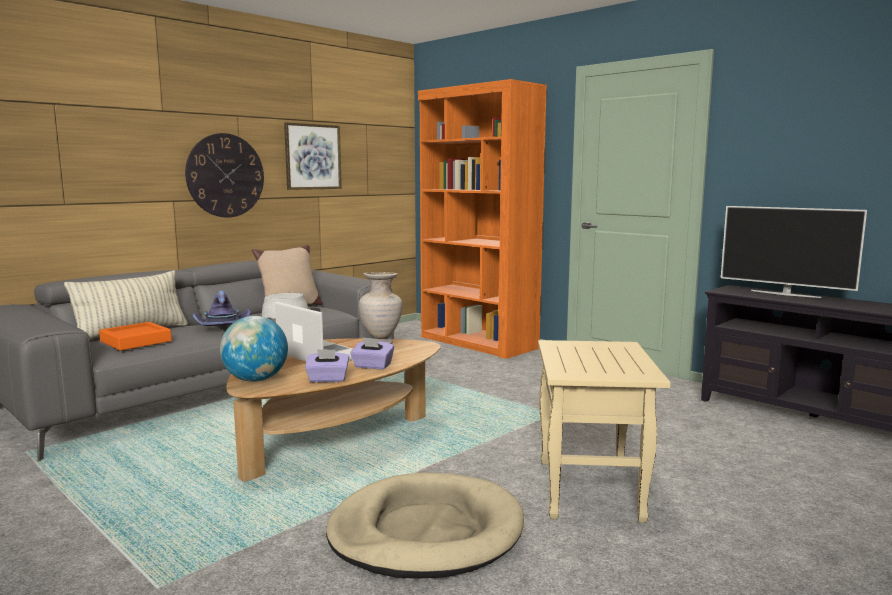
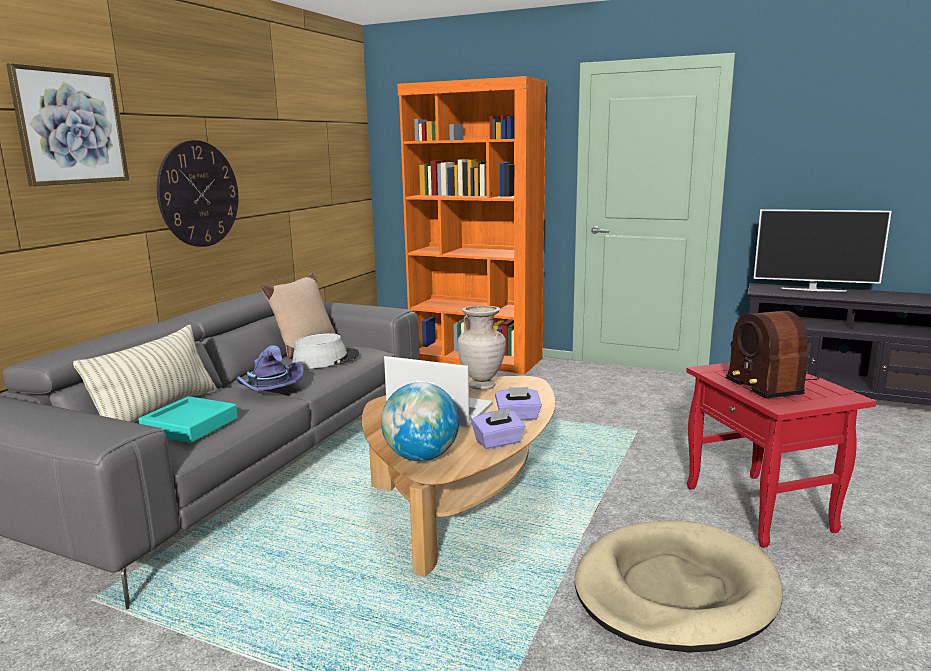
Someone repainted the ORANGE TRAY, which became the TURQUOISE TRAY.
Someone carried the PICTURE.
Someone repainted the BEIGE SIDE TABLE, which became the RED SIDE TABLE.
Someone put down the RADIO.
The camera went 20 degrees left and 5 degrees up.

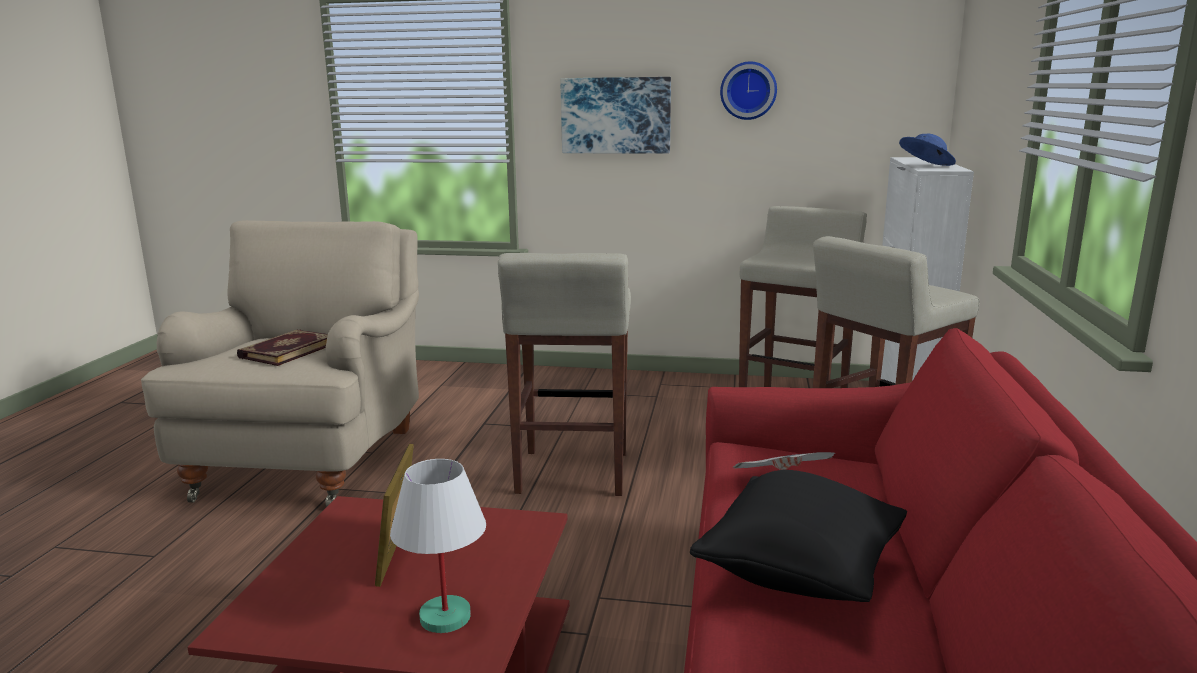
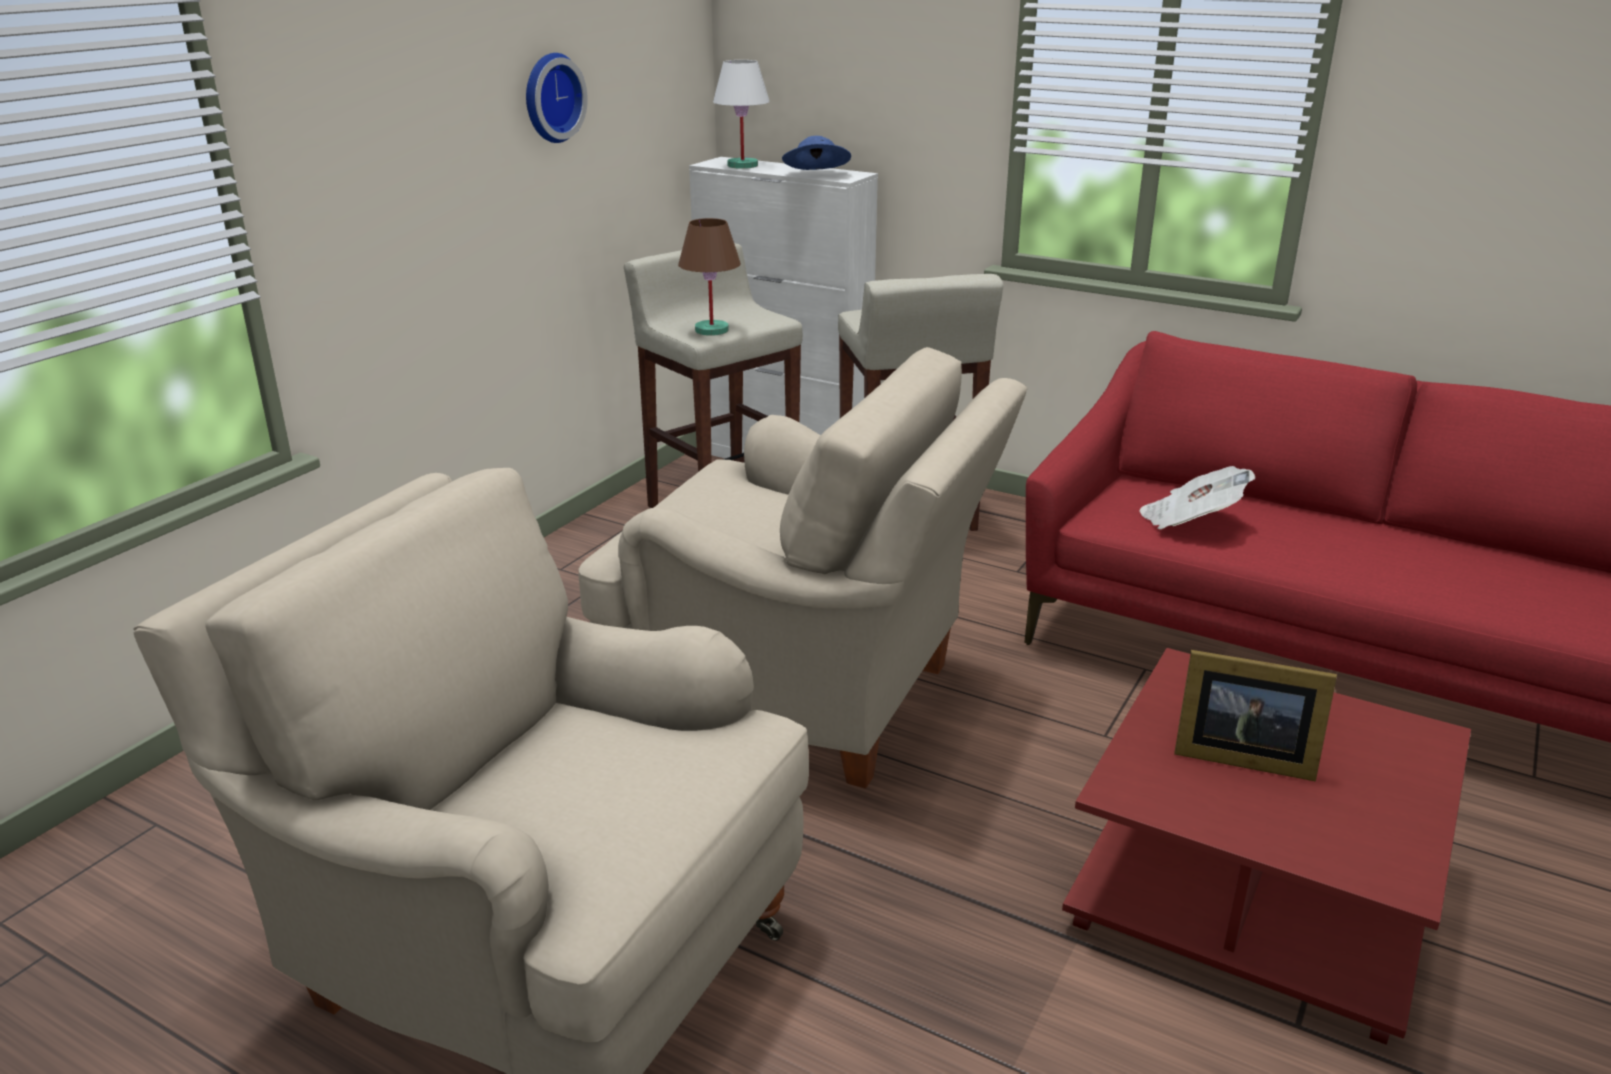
Someone took away the BOOK.
Someone carried the WHITE TABLE LAMP.
Someone swapped the BEIGE STOOL (1st from left) for the BEIGE ARMCHAIR (2nd from left).
Someone took away the PICTURE.
Someone took away the BLACK PILLOW.
Someone put down the BROWN TABLE LAMP.
The camera went 70 degrees left and 10 degrees up.

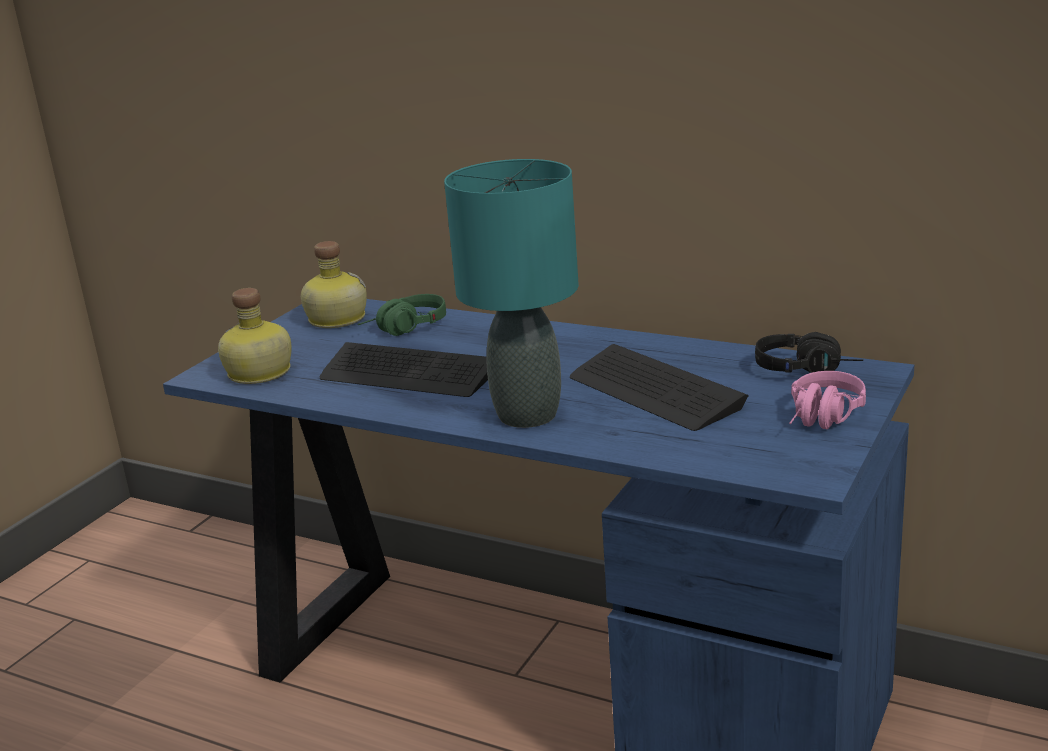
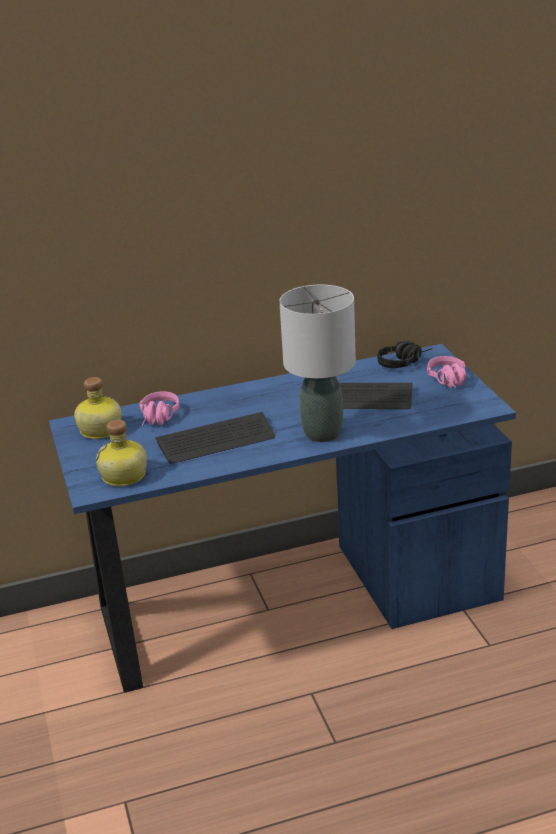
Someone repainted the GREEN HEADPHONES, which became the PINK HEADPHONES (1st from left).
Someone repainted the TURQUOISE TABLE LAMP, which became the GREY TABLE LAMP.
The camera went 45 degrees left and 5 degrees up.

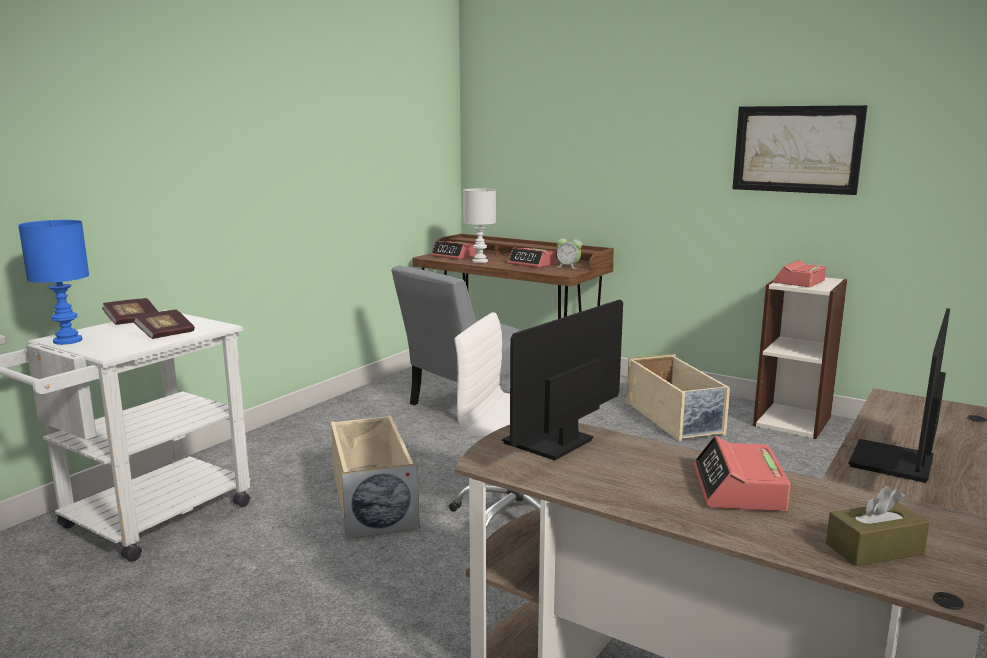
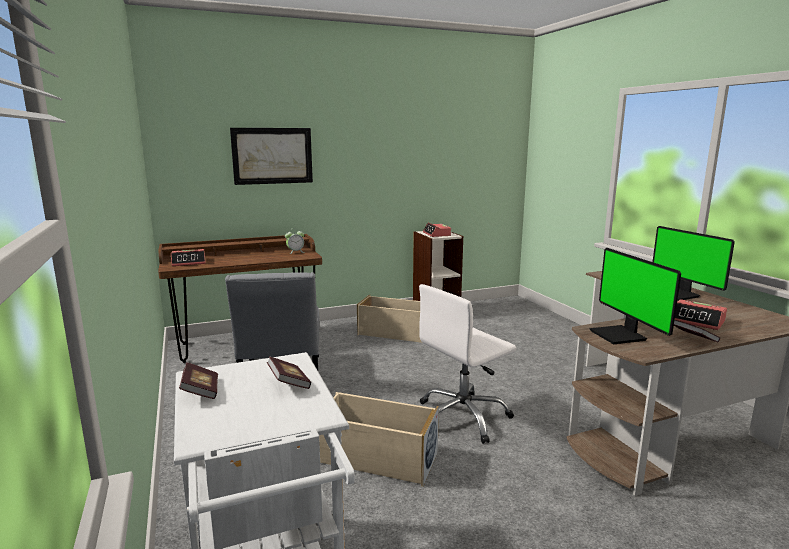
Someone took away the BLUE TABLE LAMP.
Someone took away the WHITE TABLE LAMP.
Someone took away the ALARM CLOCK (2nd from left).
Someone carried the PICTURE.
Someone took away the BROWN TISSUE BOX.
Someone put down the BOOK (3rd from left).
The camera went 55 degrees left and 0 degrees up.

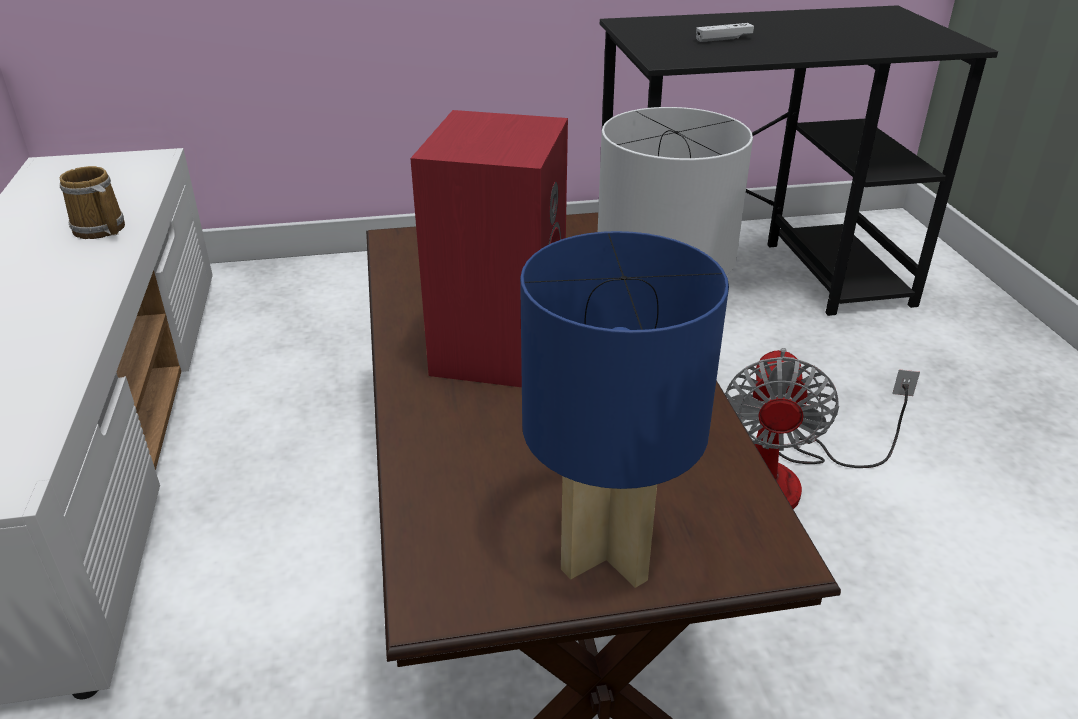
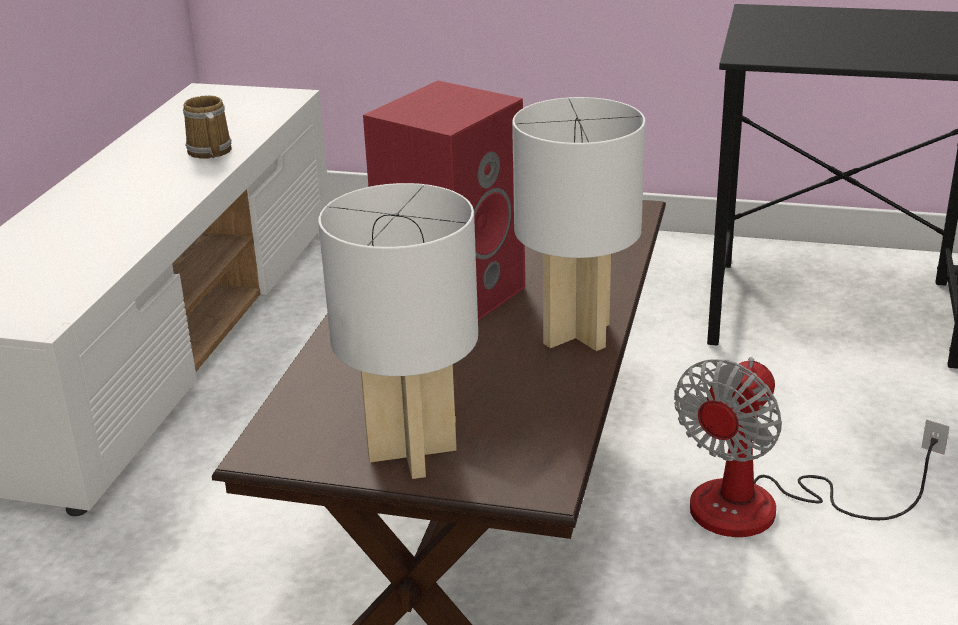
Someone repainted the BLUE TABLE LAMP, which became the WHITE TABLE LAMP (1st from left).
Someone took away the WHITE GAME CONTROLLER.
The camera went 25 degrees right and 5 degrees down.

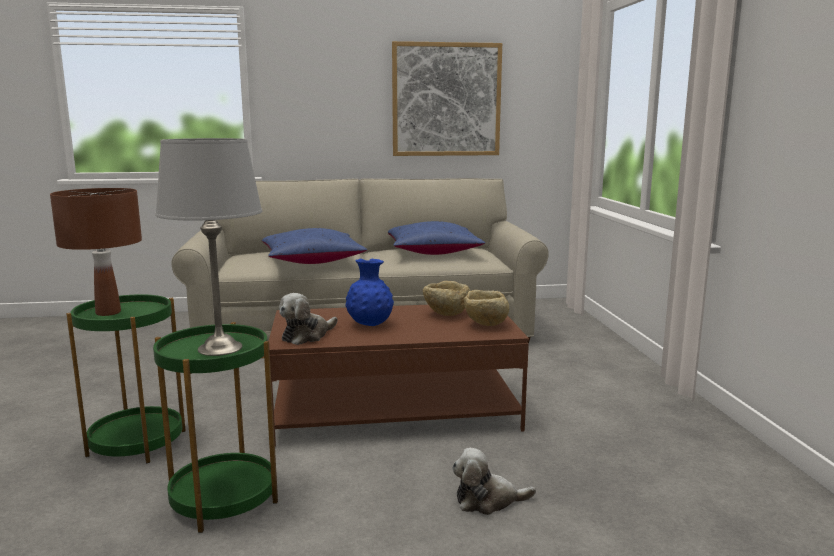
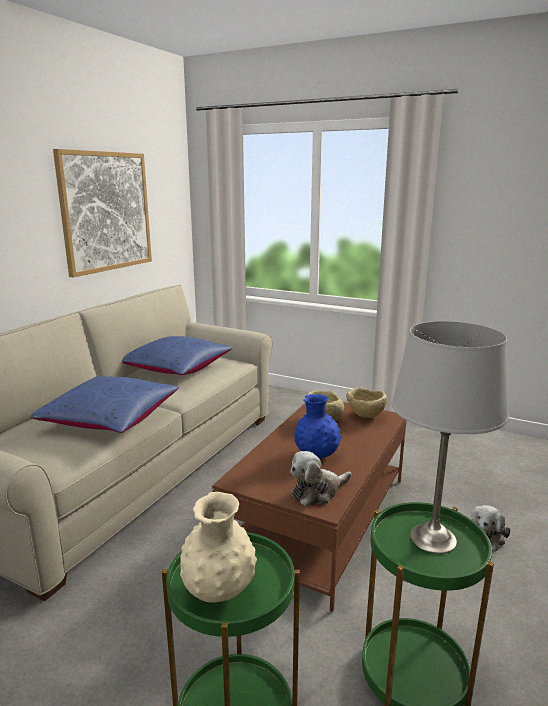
Someone swapped the BROWN TABLE LAMP for the BEIGE VASE.
Someone rotated the PLUSH TOY (1st from left) by 75 degrees clockwise.
The camera went 55 degrees left and 5 degrees up.

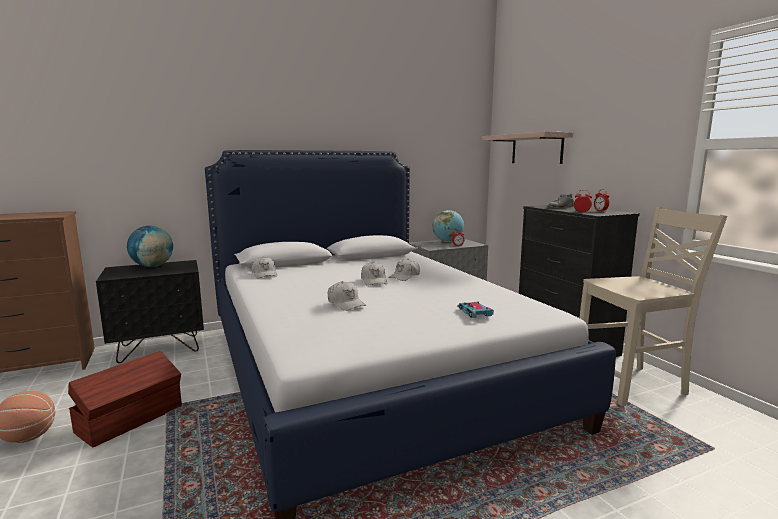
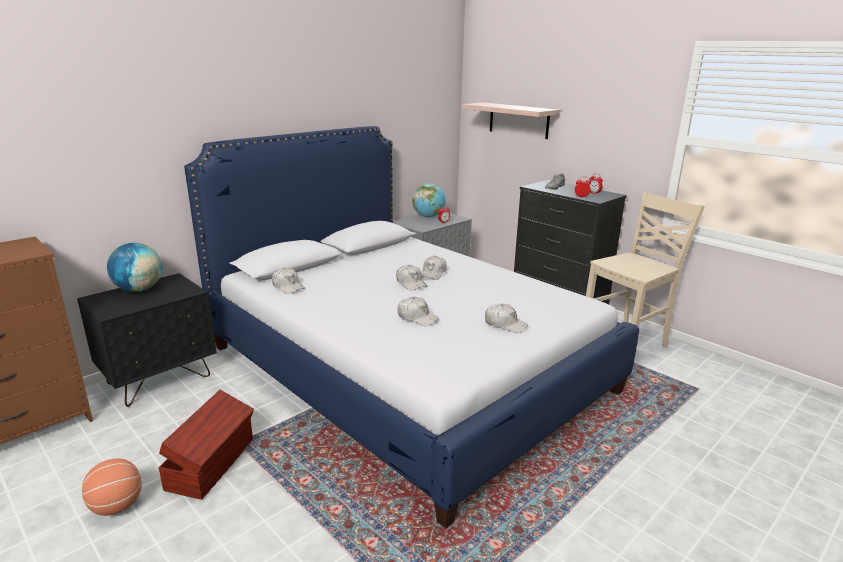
Someone took away the TOY CAR.
Someone put down the WHITE CAP (5th from left).
The camera went 20 degrees left and 10 degrees up.

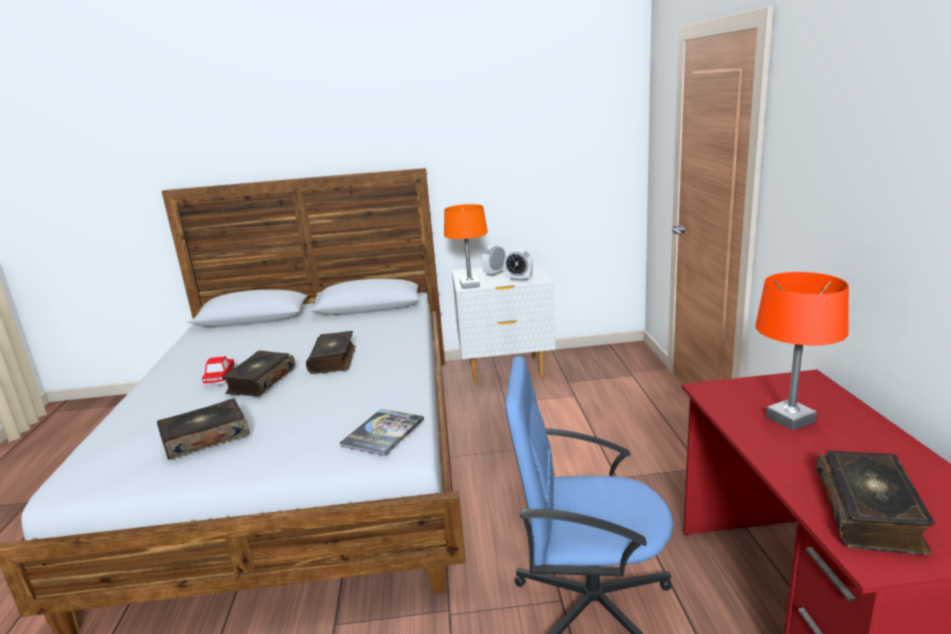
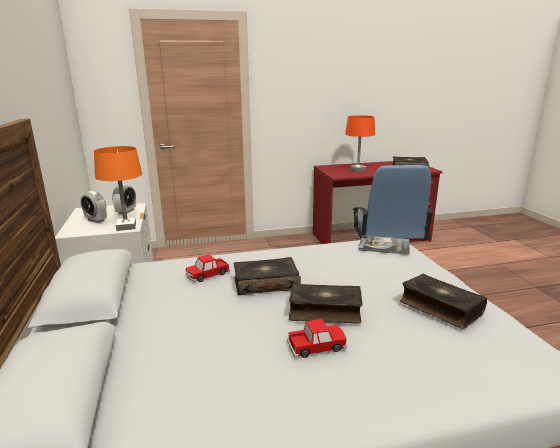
Someone put down the TOY CAR (1st from left).
The camera went 100 degrees left and 0 degrees up.

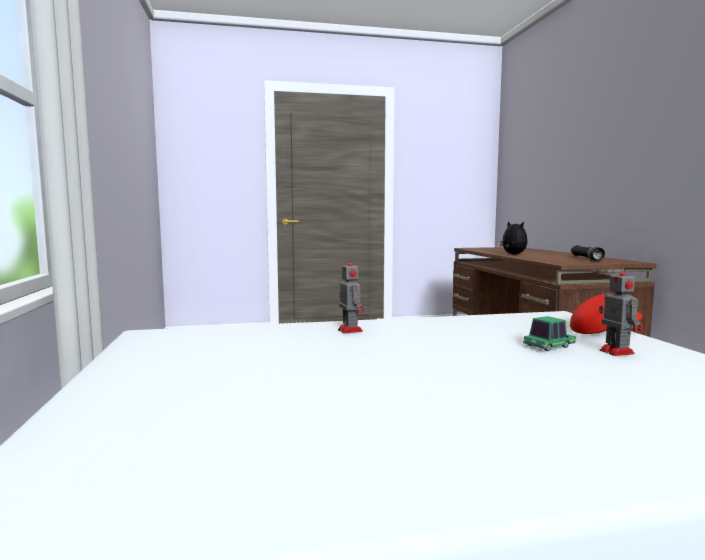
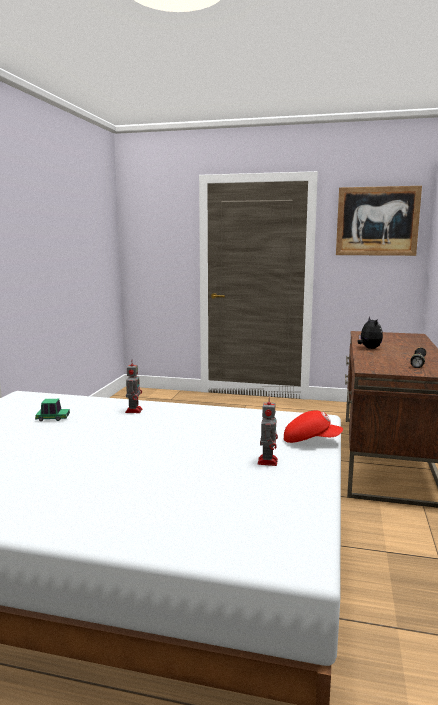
Someone carried the TOY CAR.
Someone put up the PICTURE.
The camera went 25 degrees right and 5 degrees up.

